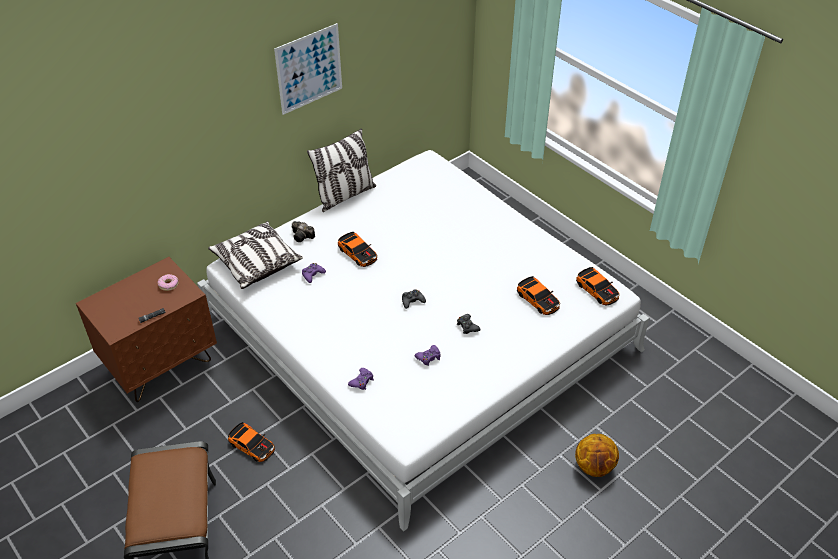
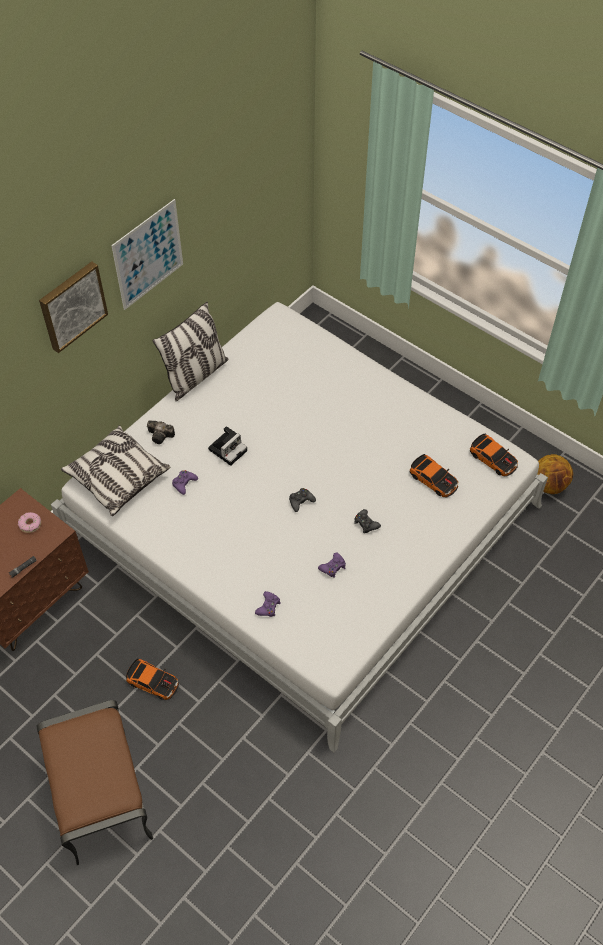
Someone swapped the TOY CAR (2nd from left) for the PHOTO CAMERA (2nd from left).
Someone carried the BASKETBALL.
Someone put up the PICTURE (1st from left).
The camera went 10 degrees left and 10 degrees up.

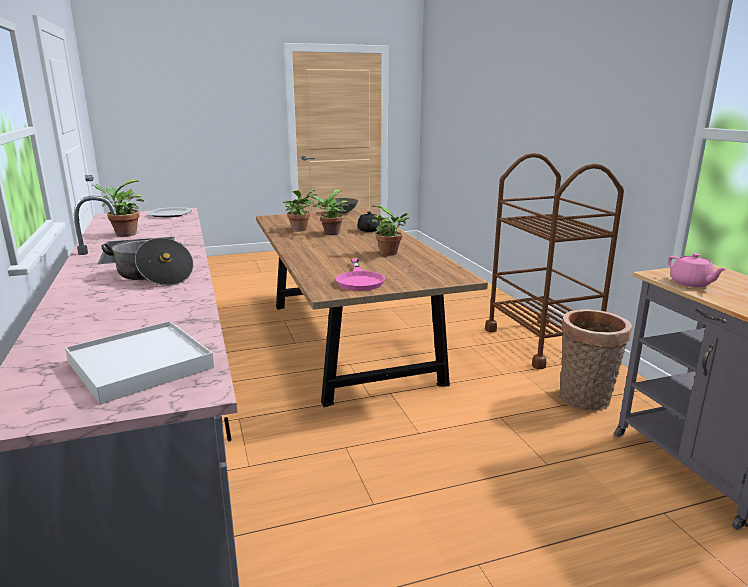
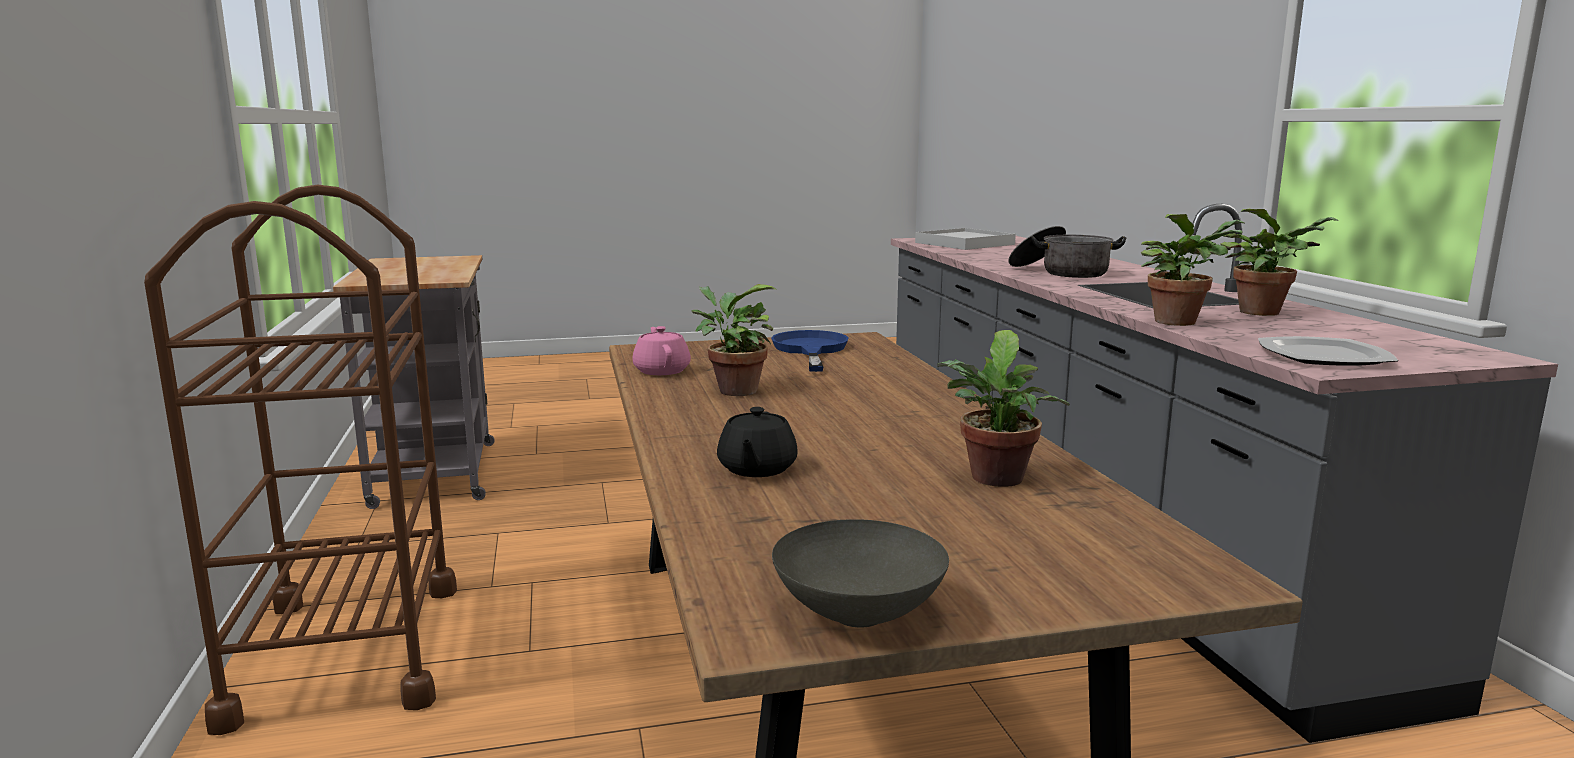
Someone carried the POTTED PLANT (3rd from left).
Someone repainted the PINK FRYING PAN, which became the BLUE FRYING PAN.
Someone took away the BASKET.
Someone carried the PINK TEAPOT.
The camera went 175 degrees left and 5 degrees down.

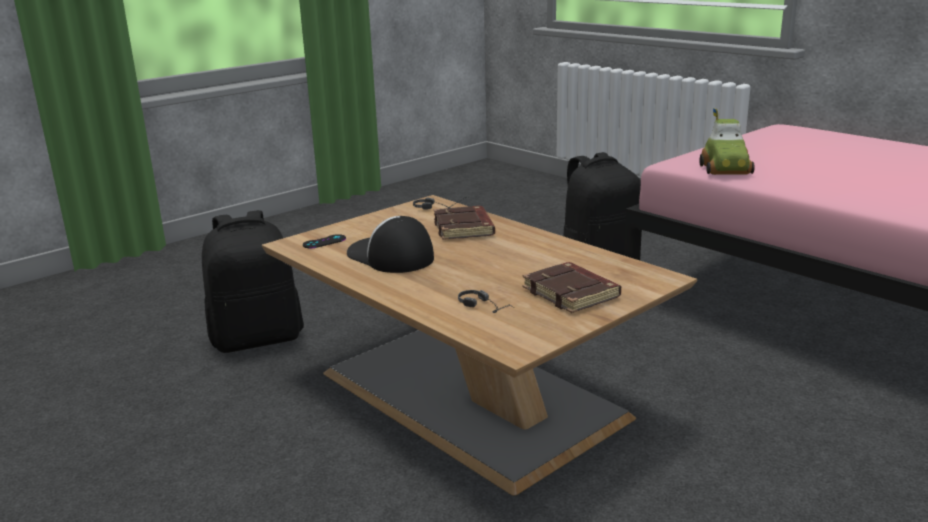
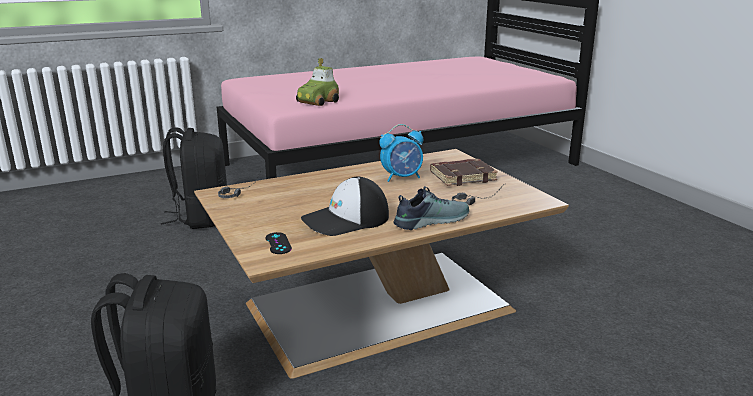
Someone took away the BROWN BOOK (1st from left).
Someone rotated the TOY CAR by 105 degrees clockwise.
Someone put down the ALARM CLOCK.
Someone put down the SHOE.
The camera went 75 degrees left and 0 degrees up.

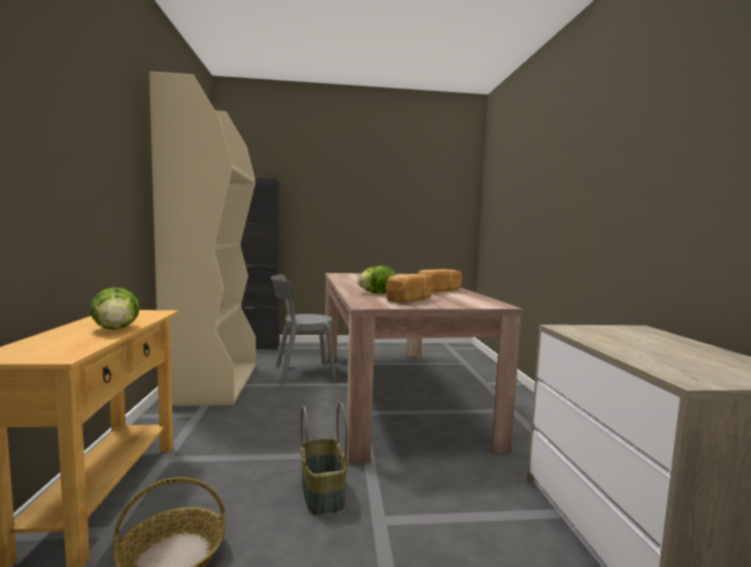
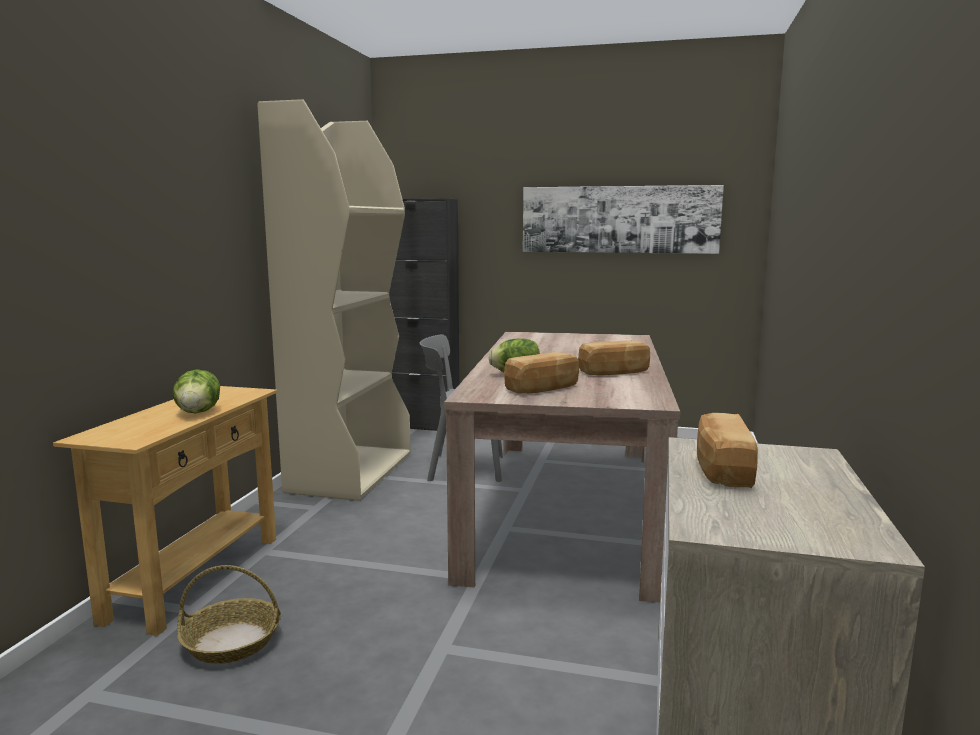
Someone took away the BASKET (2nd from left).
Someone put up the PICTURE.
Someone put down the BREAD (3rd from left).
The camera went 20 degrees right and 5 degrees up.

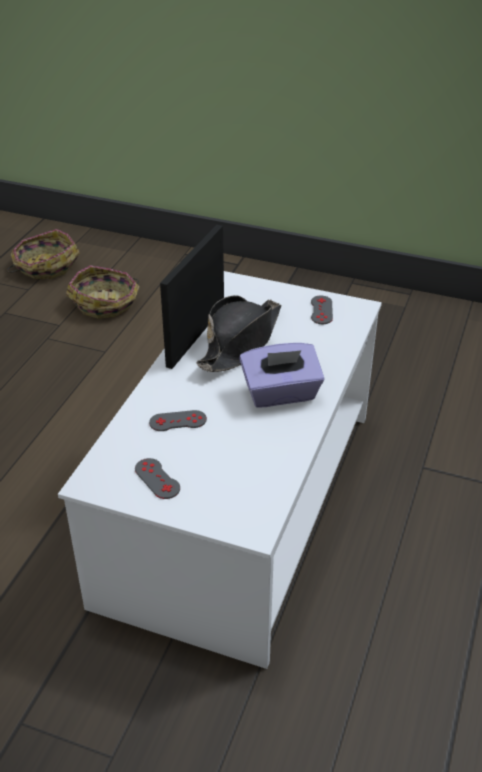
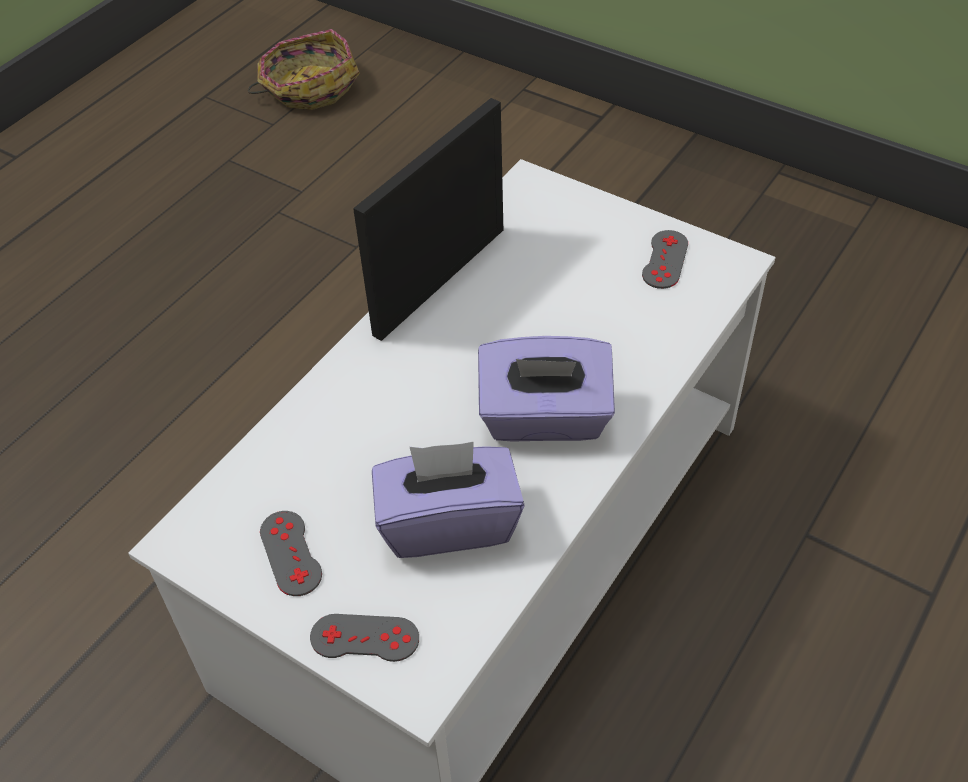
Someone took away the BASKET (2nd from left).
Someone carried the GREY GAME CONTROLLER (2nd from left).
Someone took away the BLACK HAT.
Someone put down the PURPLE TISSUE BOX (1st from left).
The camera went 15 degrees right and 10 degrees up.

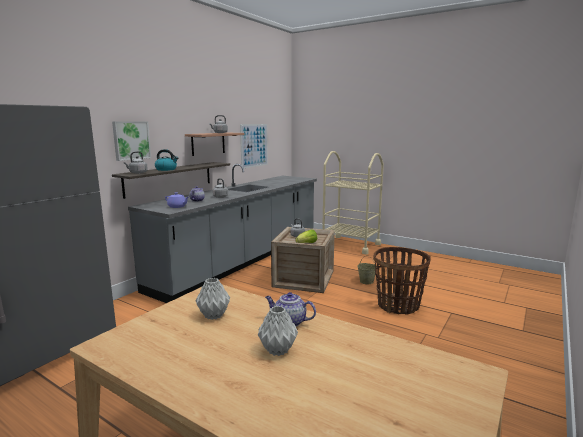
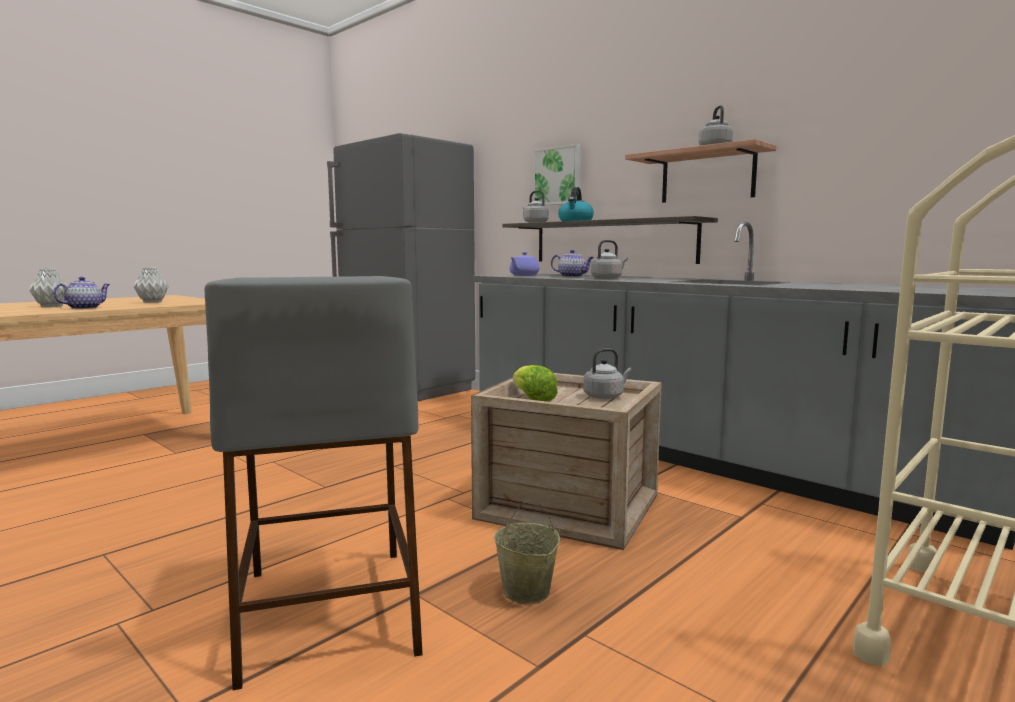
Someone took away the PICTURE (2nd from left).
Someone swapped the BASKET for the GREY STOOL.
The camera went 100 degrees right and 5 degrees down.

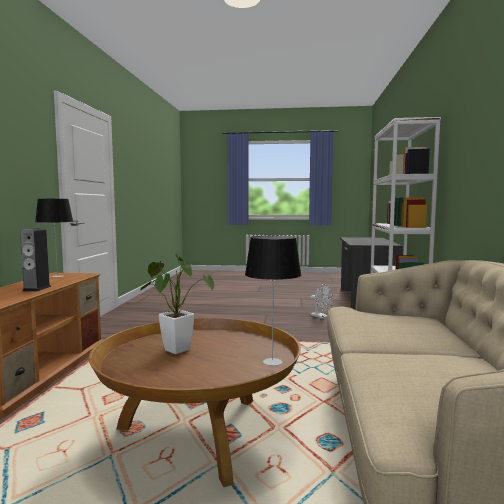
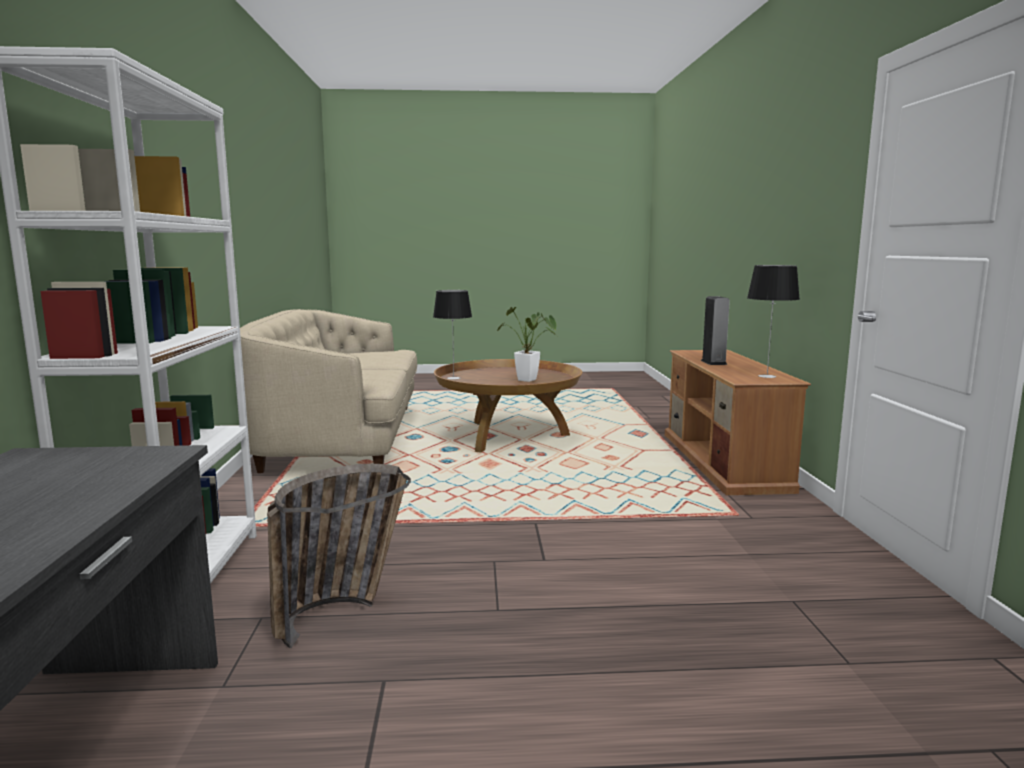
Someone swapped the WHITE FAN for the BASKET.
The camera went 170 degrees right and 5 degrees up.

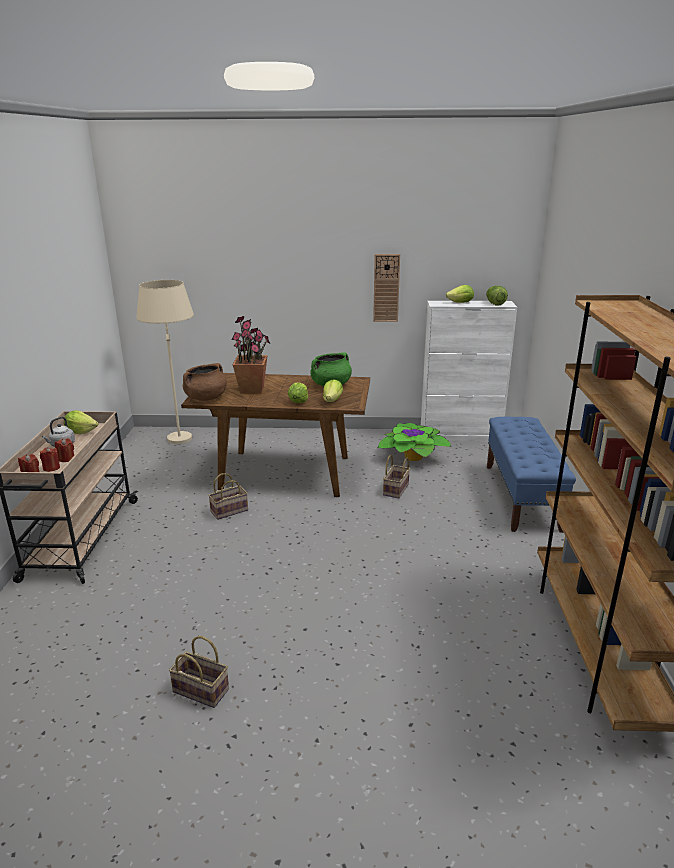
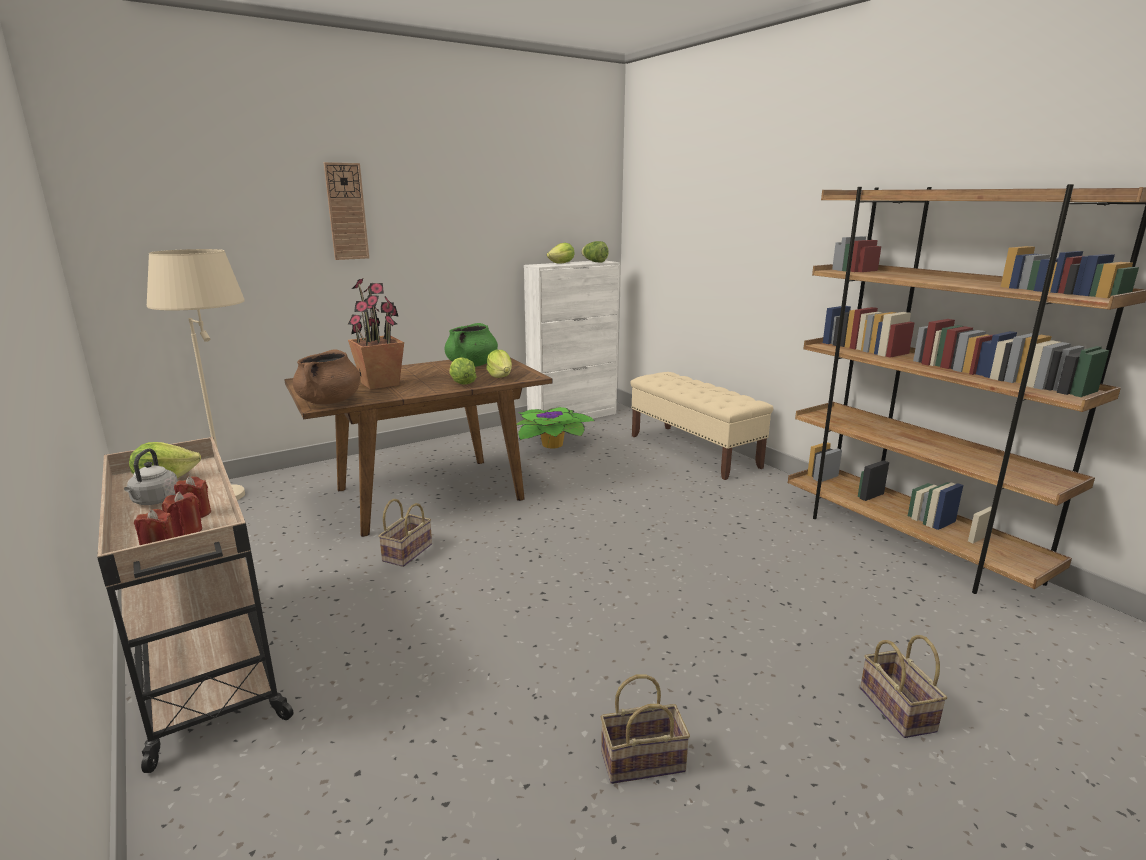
Someone carried the WALL CLOCK.
Someone carried the BASKET (3rd from left).
Someone repainted the BLUE BENCH, which became the BEIGE BENCH.
The camera went 35 degrees left and 5 degrees down.

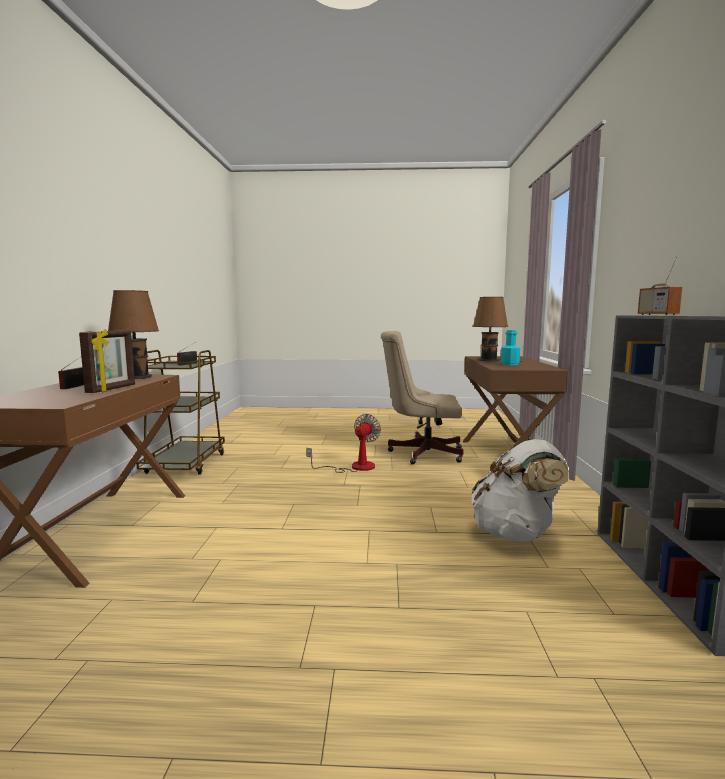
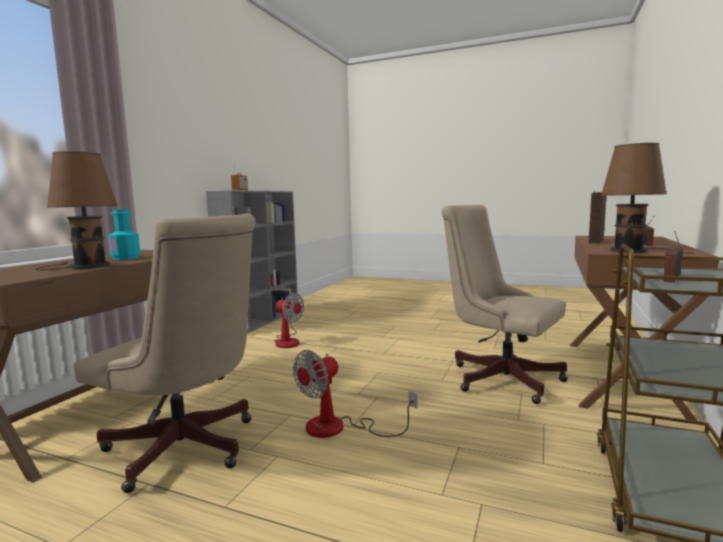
Someone swapped the WHITE BACKPACK for the FAN (1st from left).
Someone put down the BEIGE OFFICE CHAIR (2nd from left).
The camera went 160 degrees left and 0 degrees up.

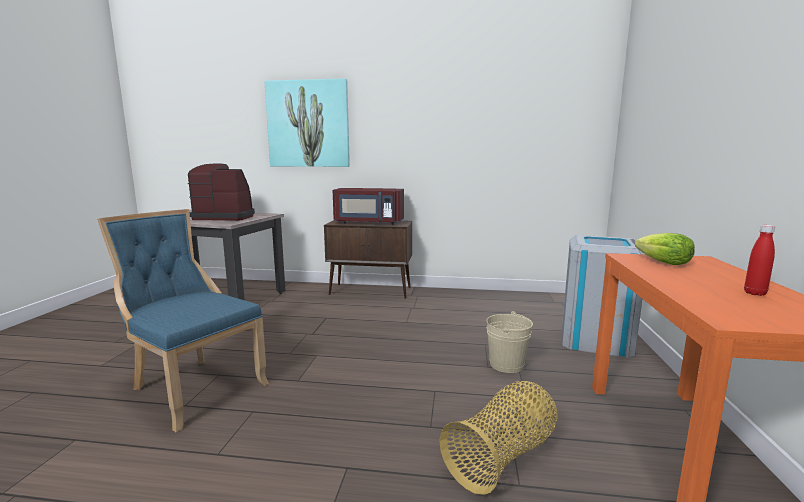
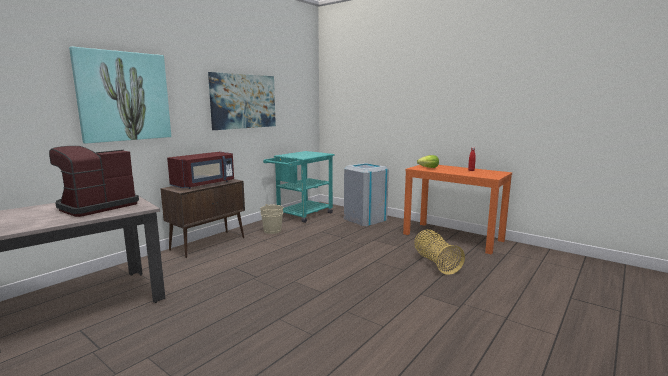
Someone took away the BLUE CHAIR.
Someone carried the BEIGE BUCKET.
Someone put up the PICTURE (2nd from left).
Someone put down the TURQUOISE CART.
The camera went 60 degrees left and 0 degrees up.

